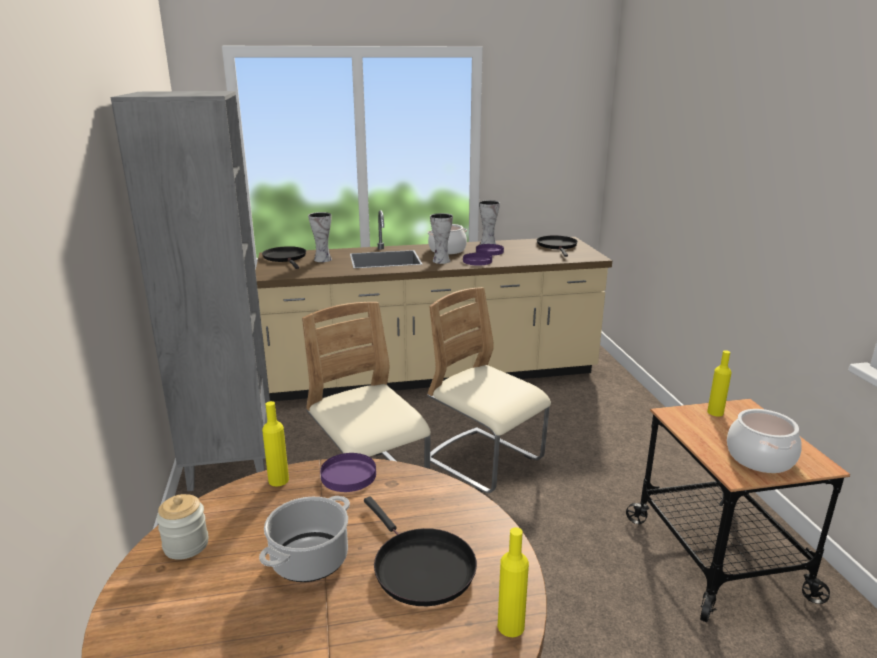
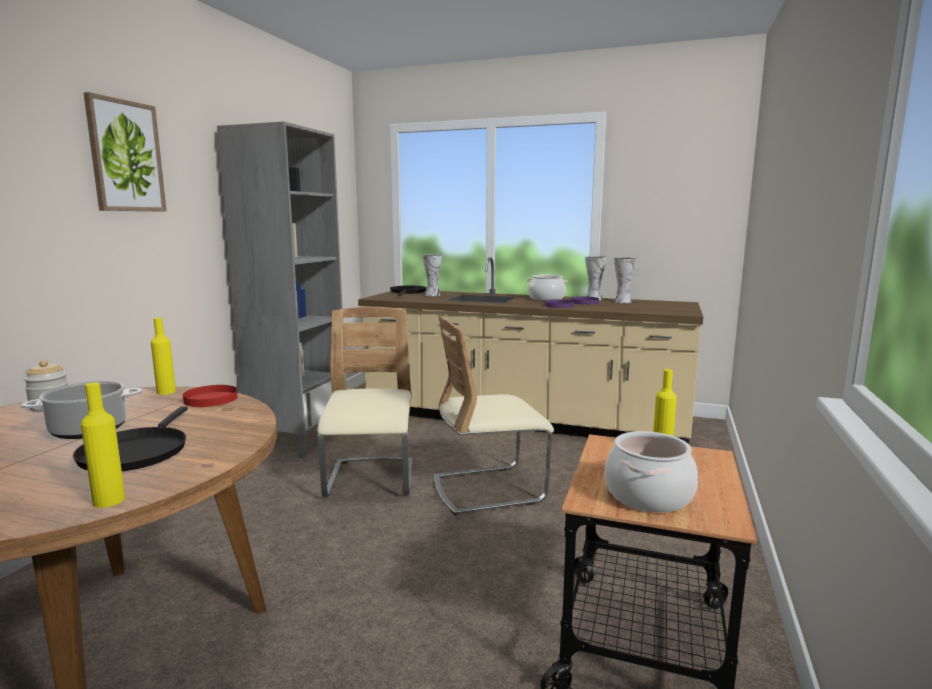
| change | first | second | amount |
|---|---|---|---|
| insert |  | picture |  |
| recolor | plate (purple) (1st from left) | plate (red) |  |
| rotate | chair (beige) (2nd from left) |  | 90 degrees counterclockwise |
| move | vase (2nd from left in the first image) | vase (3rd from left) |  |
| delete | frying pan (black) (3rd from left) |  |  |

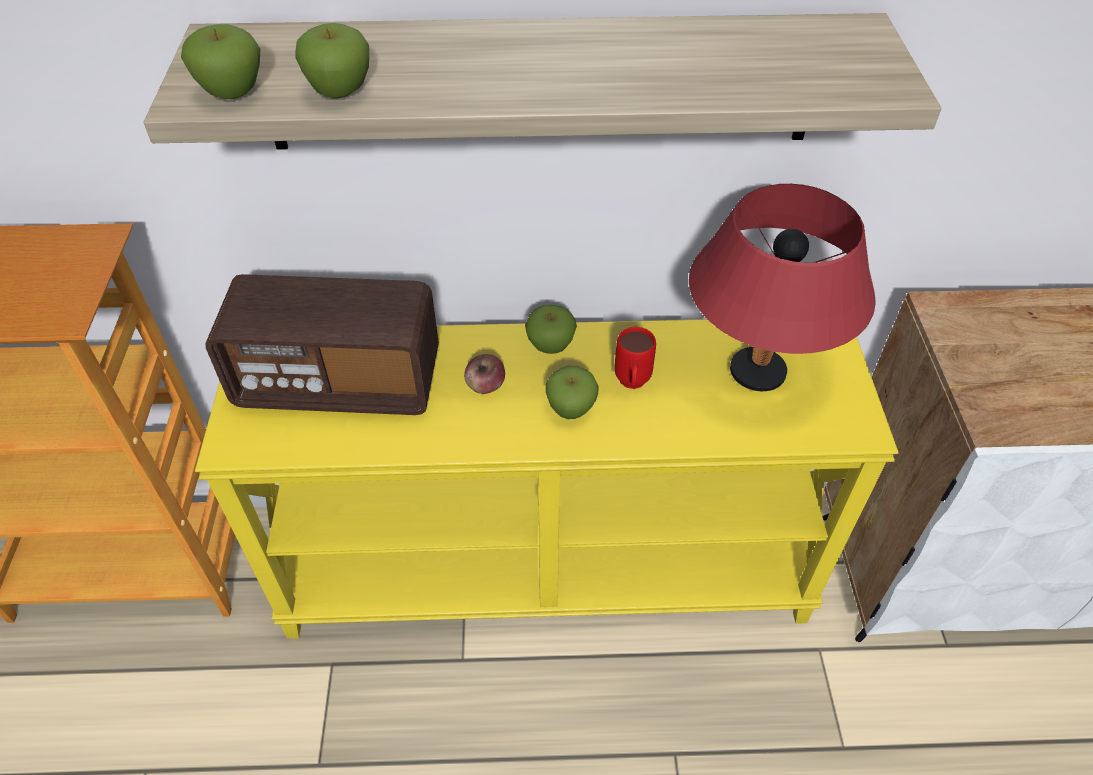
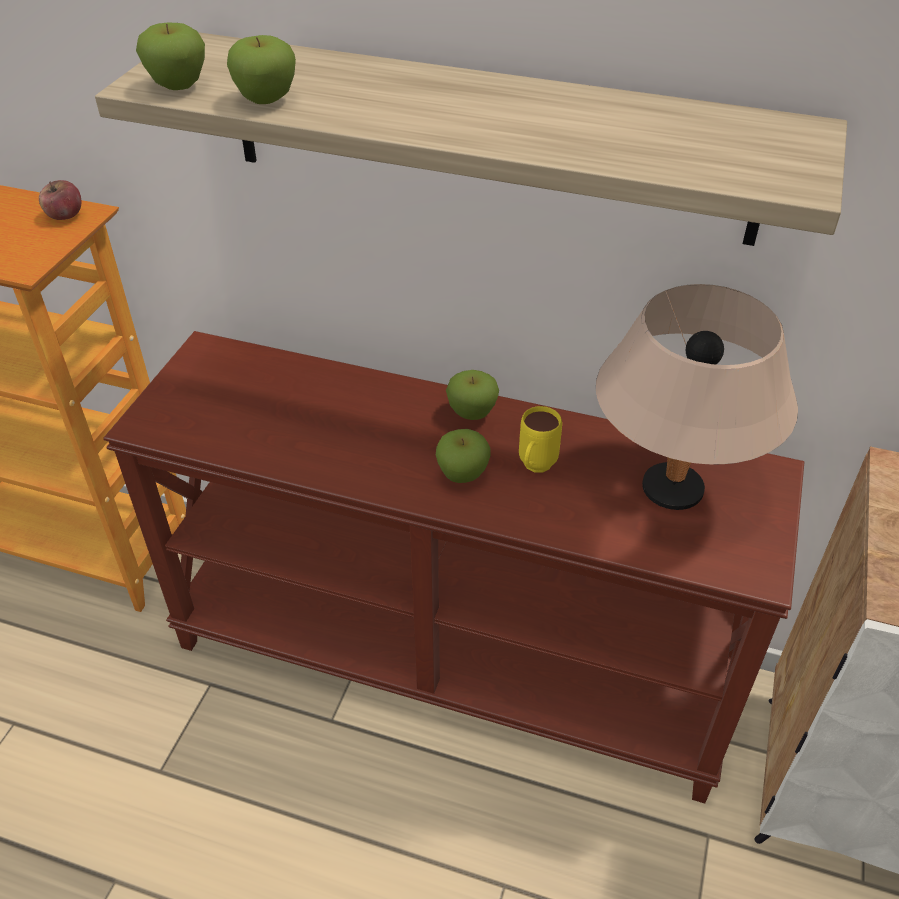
| change | first | second | amount |
|---|---|---|---|
| move | apple (3rd from left in the first image) | apple (1st from left) |  |
| recolor | console table (yellow) | console table (brown) |  |
| recolor | mug (red) | mug (yellow) |  |
| recolor | table lamp (red) | table lamp (beige) |  |
| delete | radio |  |  |

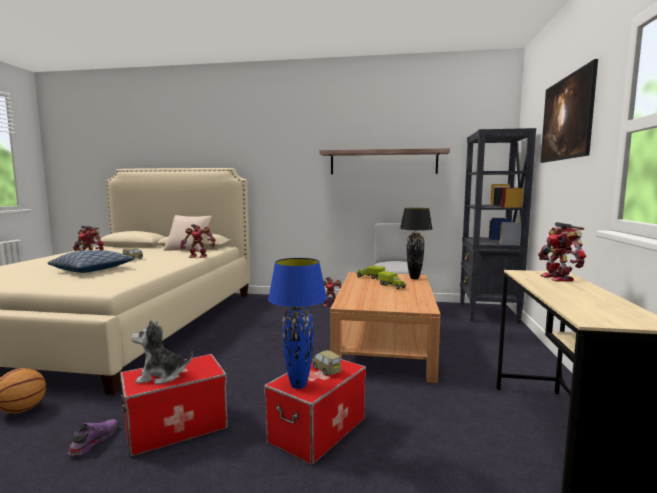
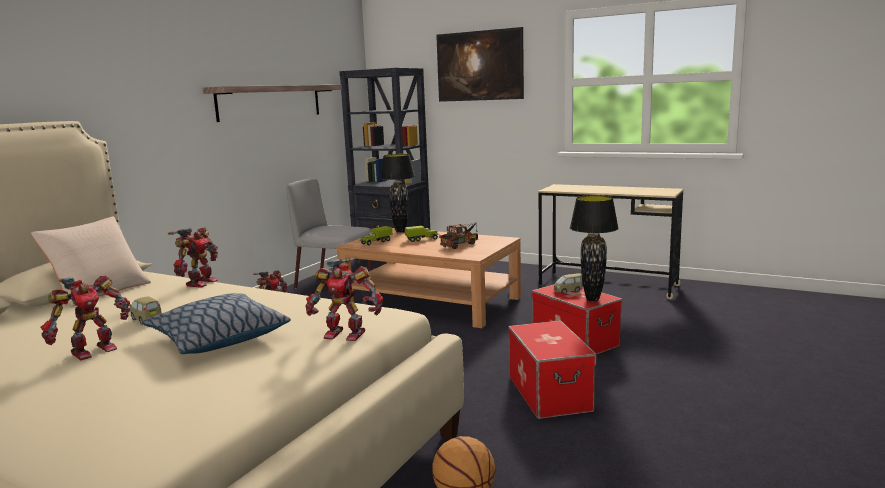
| change | first | second | amount |
|---|---|---|---|
| move | toy robot (4th from left) |  |  |
| insert |  | toy truck (3rd from left) |  |
| recolor | table lamp (blue) | table lamp (black) (2nd from left) |  |
| delete | shoe (purple) |  |  |
| delete | plush toy |  |  |

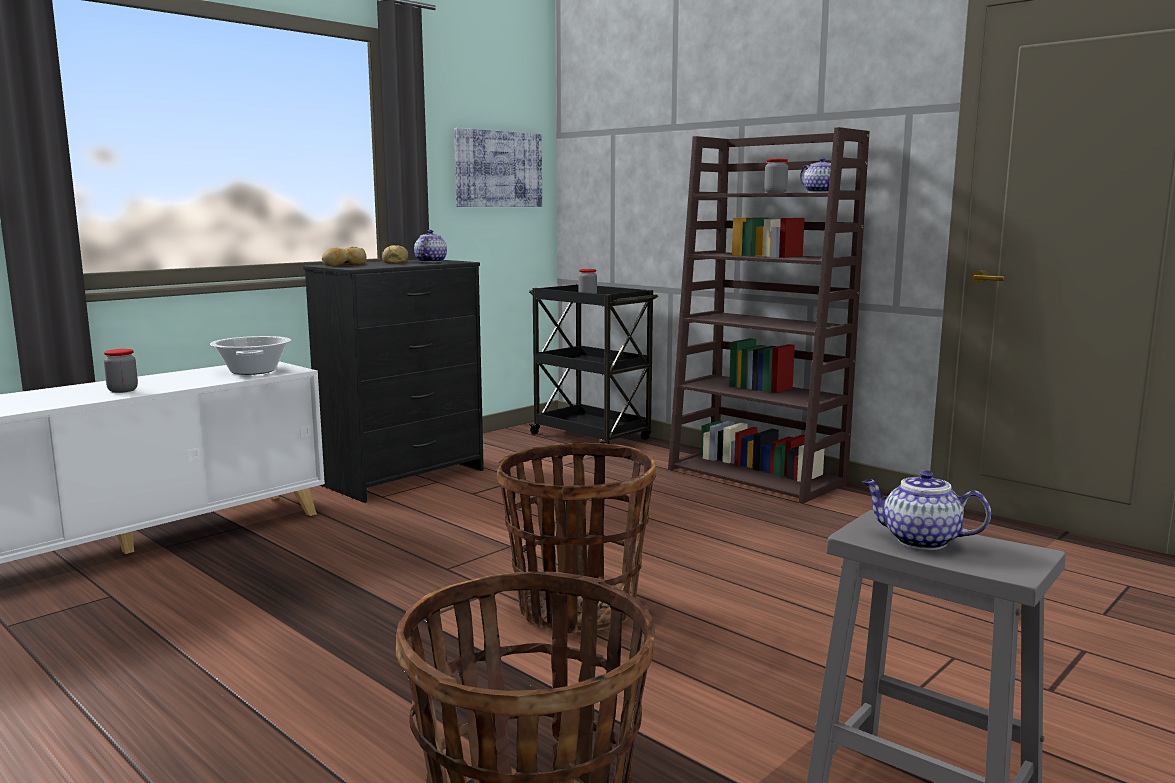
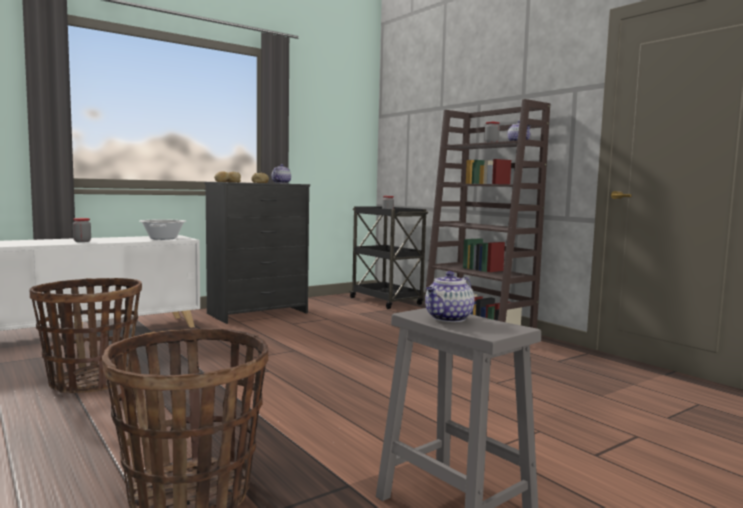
| change | first | second | amount |
|---|---|---|---|
| move | basket (2nd from left in the first image) | basket (1st from left) |  |
| rotate | teapot (3rd from left in the first image) | teapot (2nd from left) | 90 degrees counterclockwise |
| delete | picture |  |  |

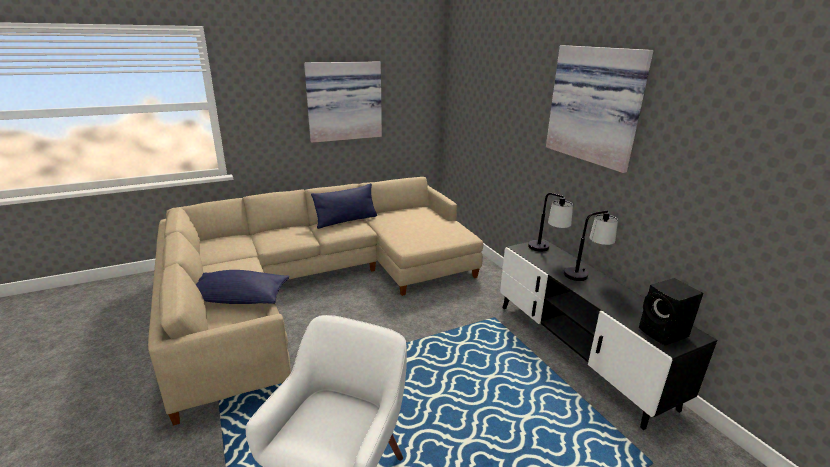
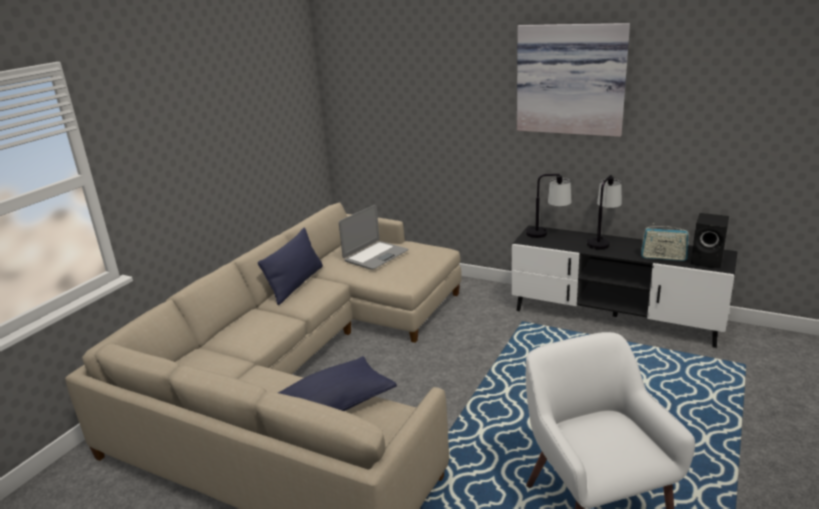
| change | first | second | amount |
|---|---|---|---|
| insert |  | laptop |  |
| insert |  | radio |  |
| delete | picture (1st from left) |  |  |

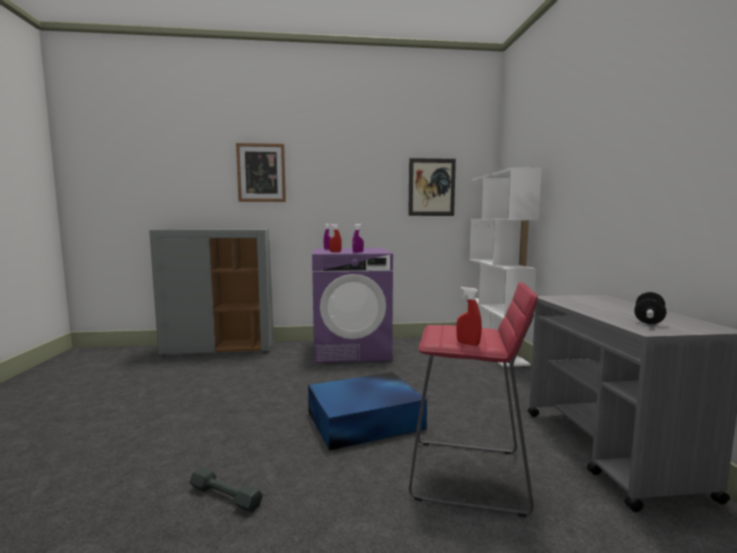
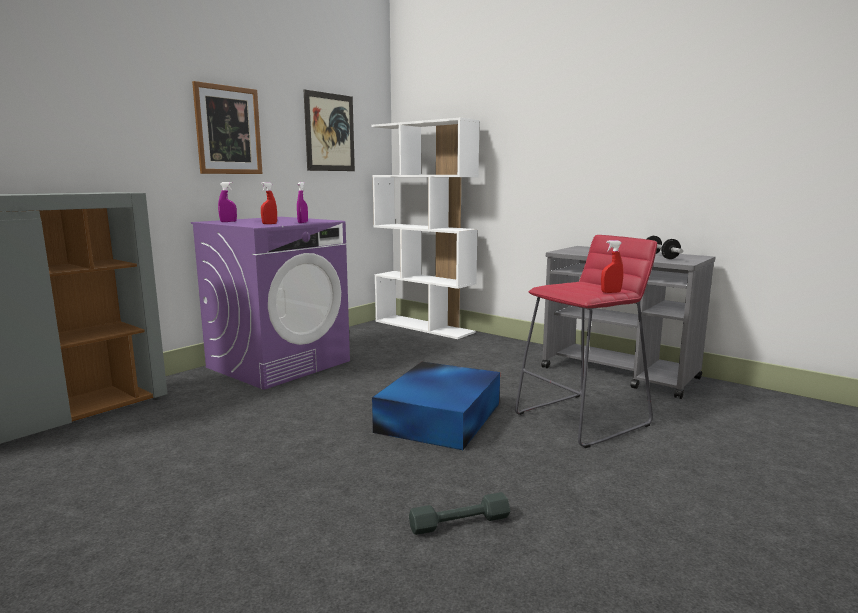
| change | first | second | amount |
|---|---|---|---|
| move | picture (1st from left) |  |  |

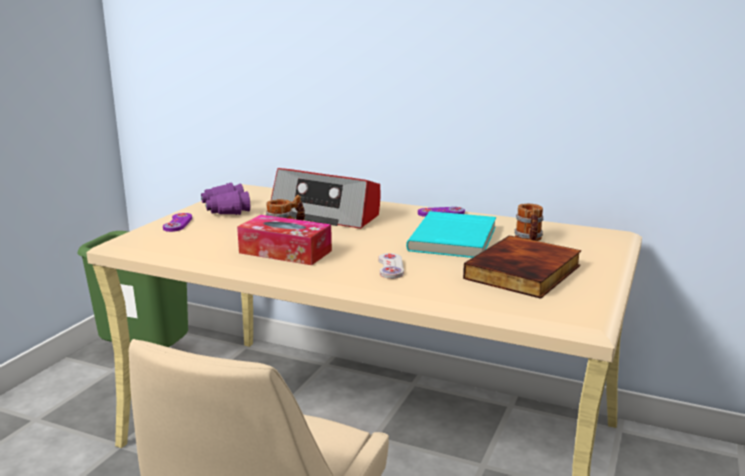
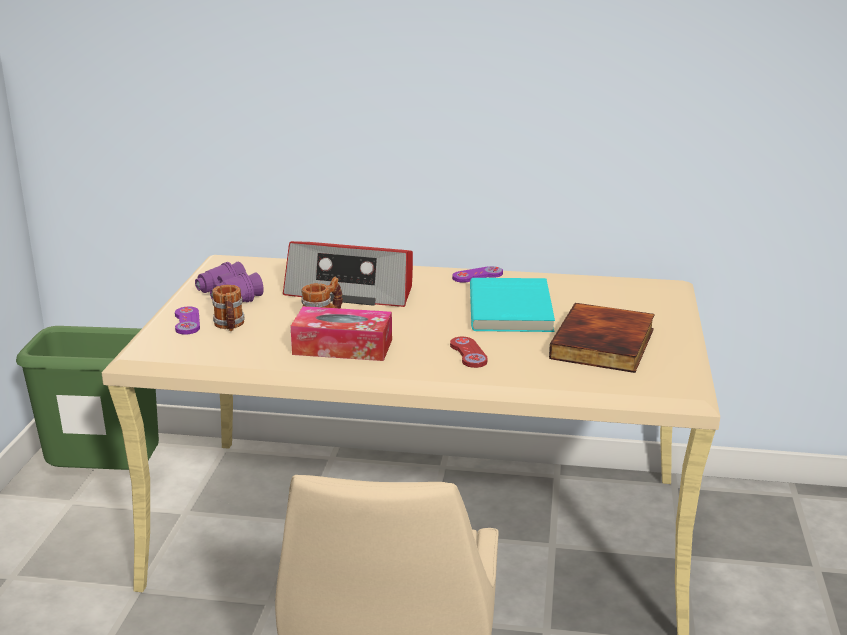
| change | first | second | amount |
|---|---|---|---|
| move | mug (2nd from left in the first image) | mug (1st from left) |  |
| recolor | game controller (white) | game controller (red) |  |

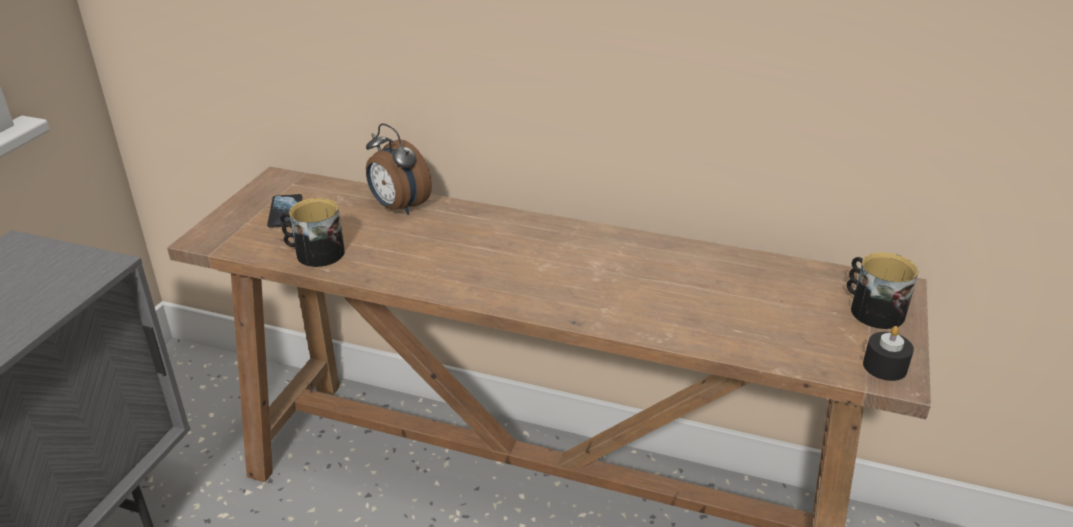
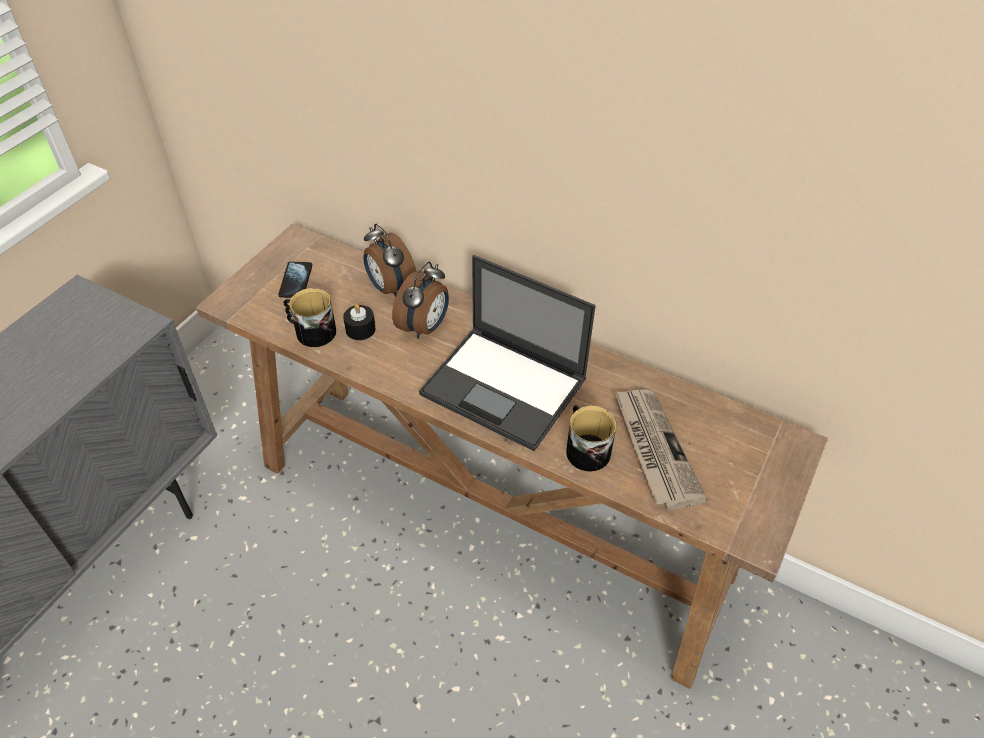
| change | first | second | amount |
|---|---|---|---|
| move | candle (black) |  |  |
| insert |  | alarm clock (2nd from left) |  |
| insert |  | laptop |  |
| move | mug (2nd from left) |  |  |
| insert |  | newspaper |  |

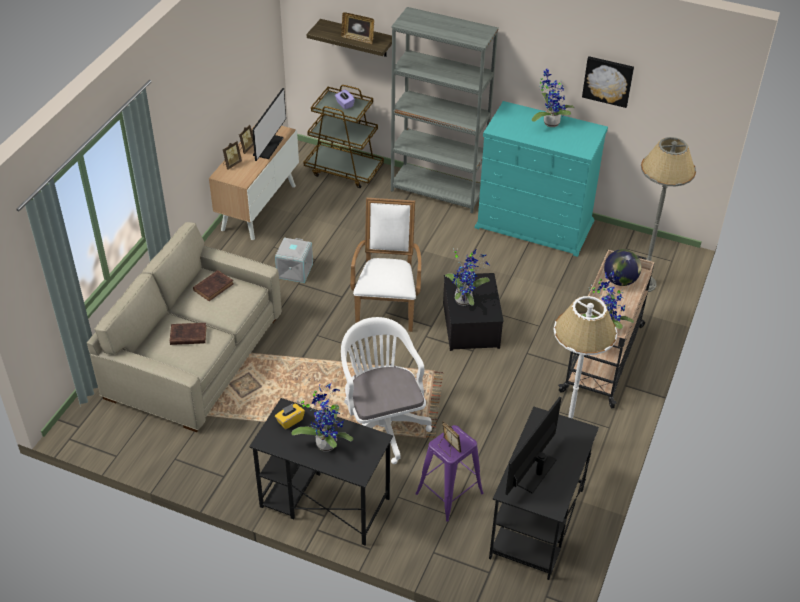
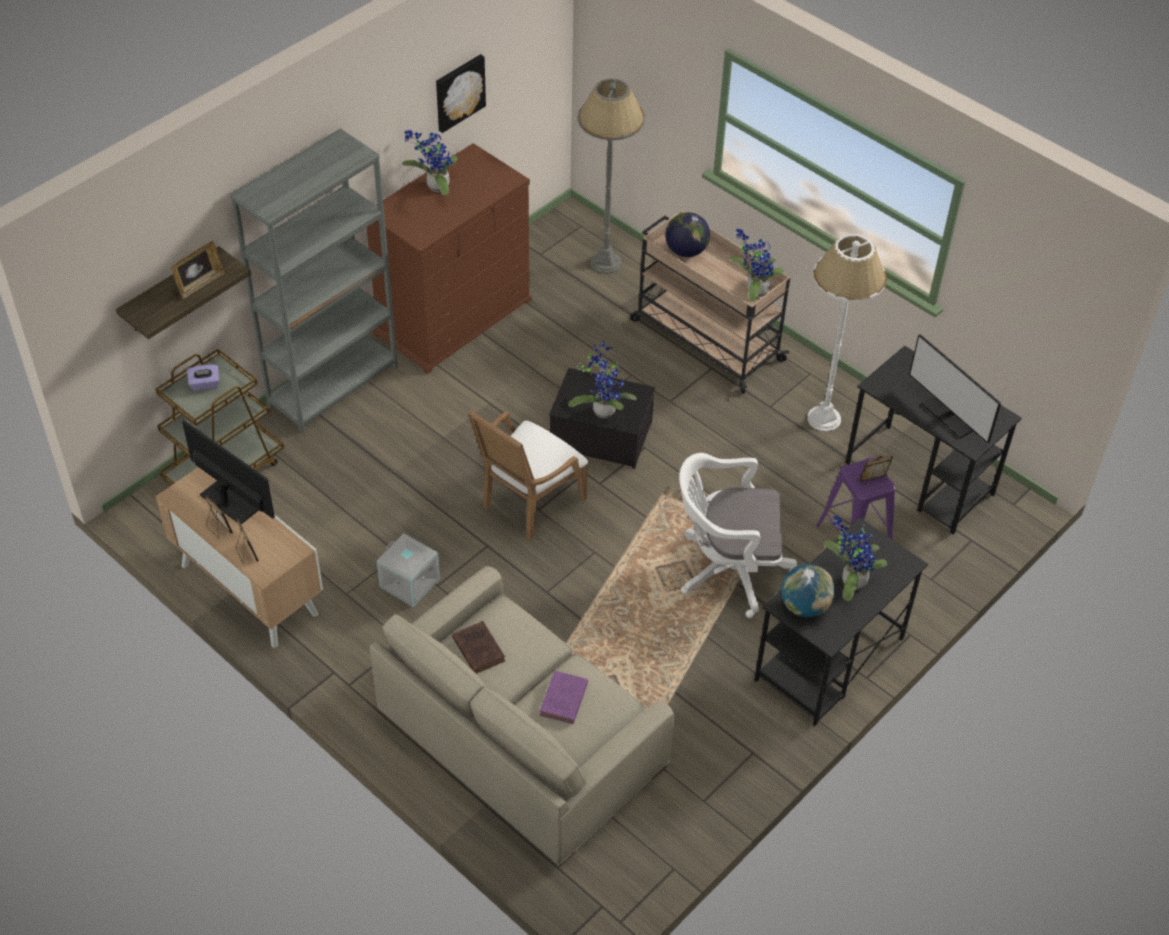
| change | first | second | amount |
|---|---|---|---|
| recolor | dresser (turquoise) | dresser (brown) |  |
| rotate | armchair (white) |  | 75 degrees counterclockwise |
| recolor | book (brown) (1st from left) | book (purple) |  |
| replace | tissue box (yellow) | globe (2nd from left) |  |

